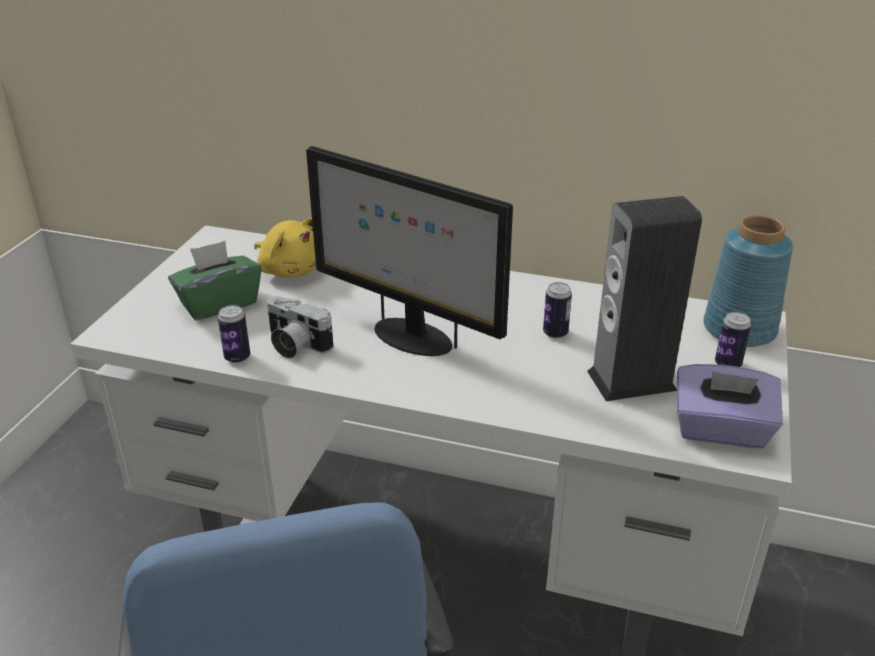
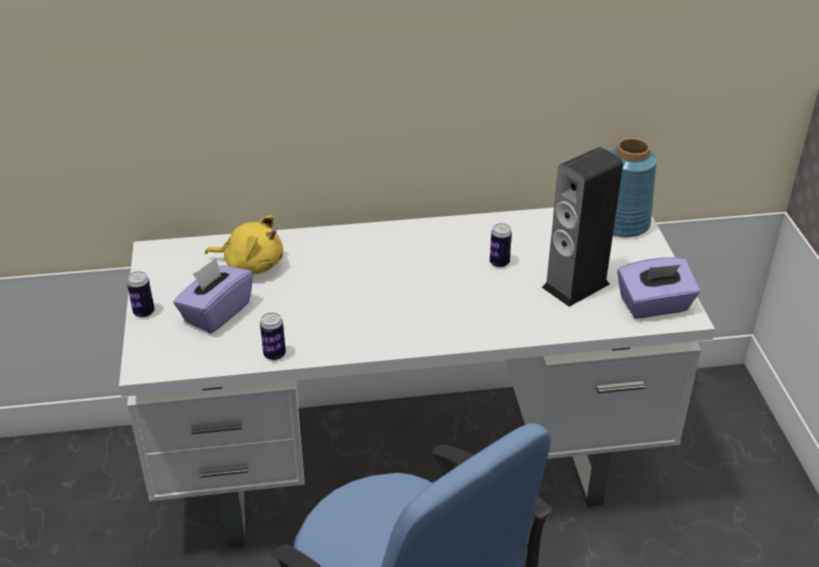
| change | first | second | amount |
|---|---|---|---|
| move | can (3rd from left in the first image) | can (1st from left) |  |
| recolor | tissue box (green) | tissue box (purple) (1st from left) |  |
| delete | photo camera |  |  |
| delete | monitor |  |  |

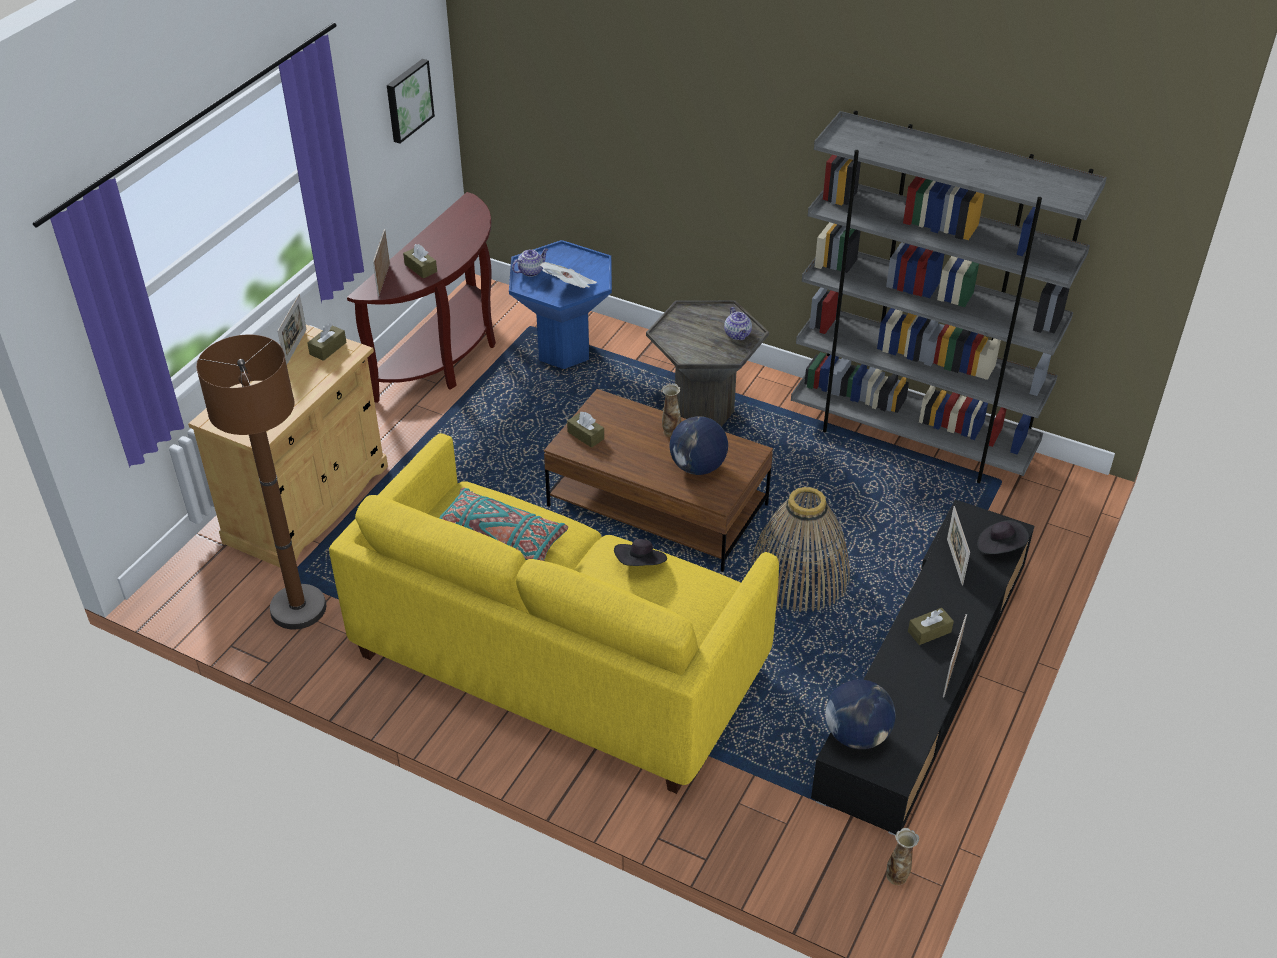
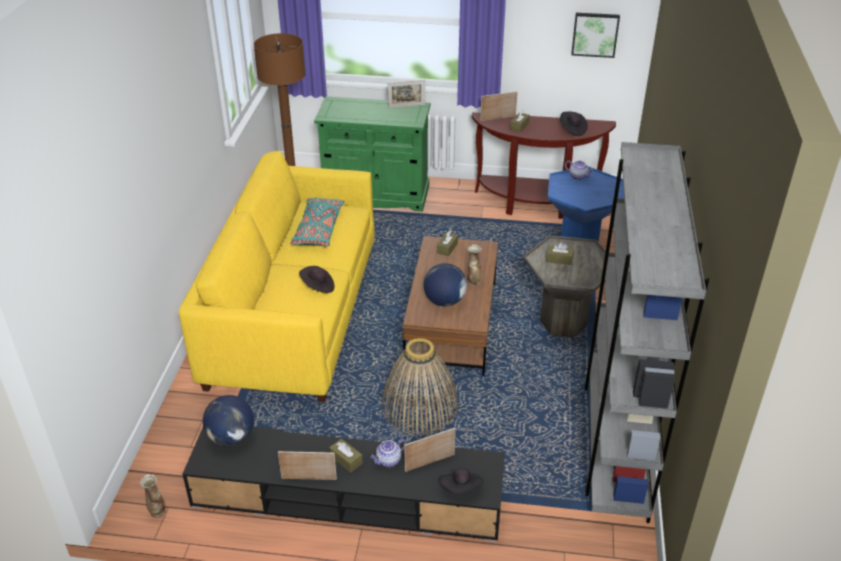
| change | first | second | amount |
|---|---|---|---|
| recolor | cabinet (beige) | cabinet (green) |  |
| move | teapot (2nd from left in the first image) | teapot (1st from left) |  |
| move | tissue box (brown) (1st from left in the first image) | tissue box (brown) (4th from left) |  |
| insert |  | hat (black) (3rd from left) |  |
| delete | newspaper |  |  |

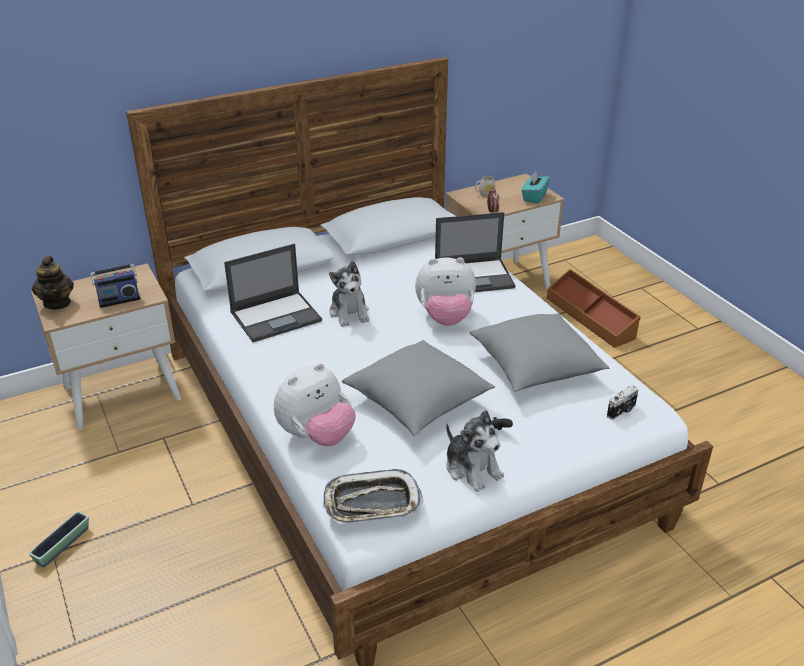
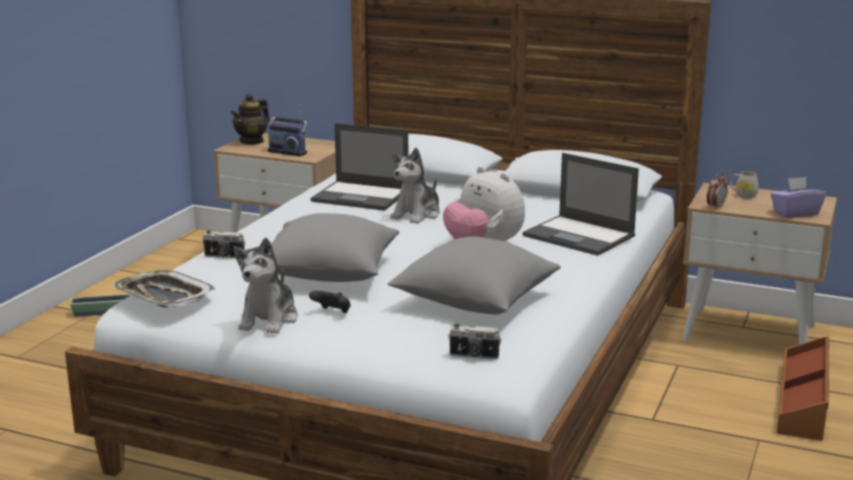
| change | first | second | amount |
|---|---|---|---|
| replace | plush toy (1st from left) | photo camera (1st from left) |  |
| recolor | tissue box (turquoise) | tissue box (purple) |  |

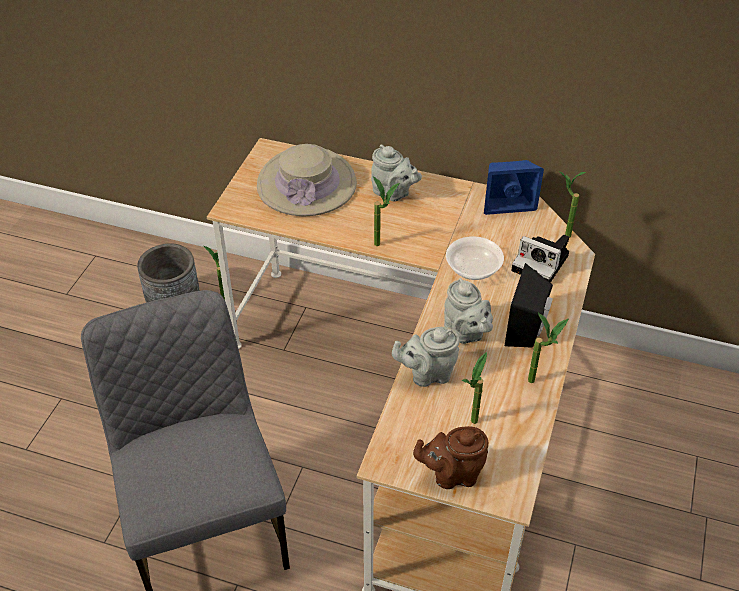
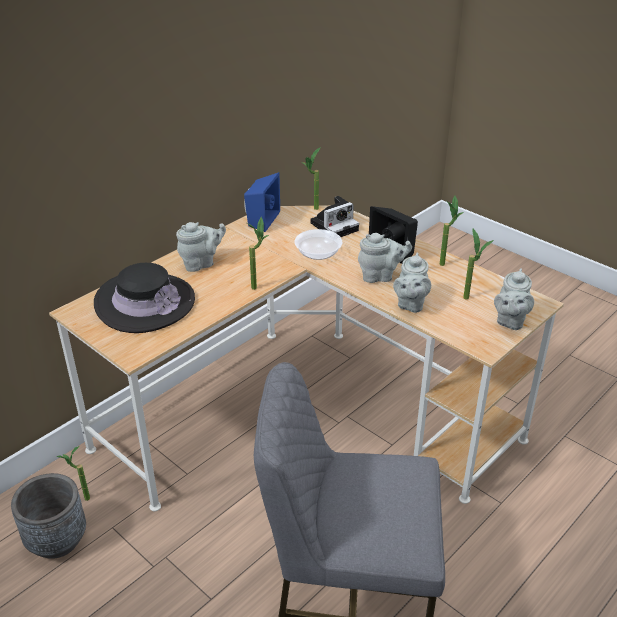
| change | first | second | amount |
|---|---|---|---|
| recolor | hat (beige) | hat (black) |  |
| recolor | teapot (brown) | teapot (grey) (4th from left) |  |

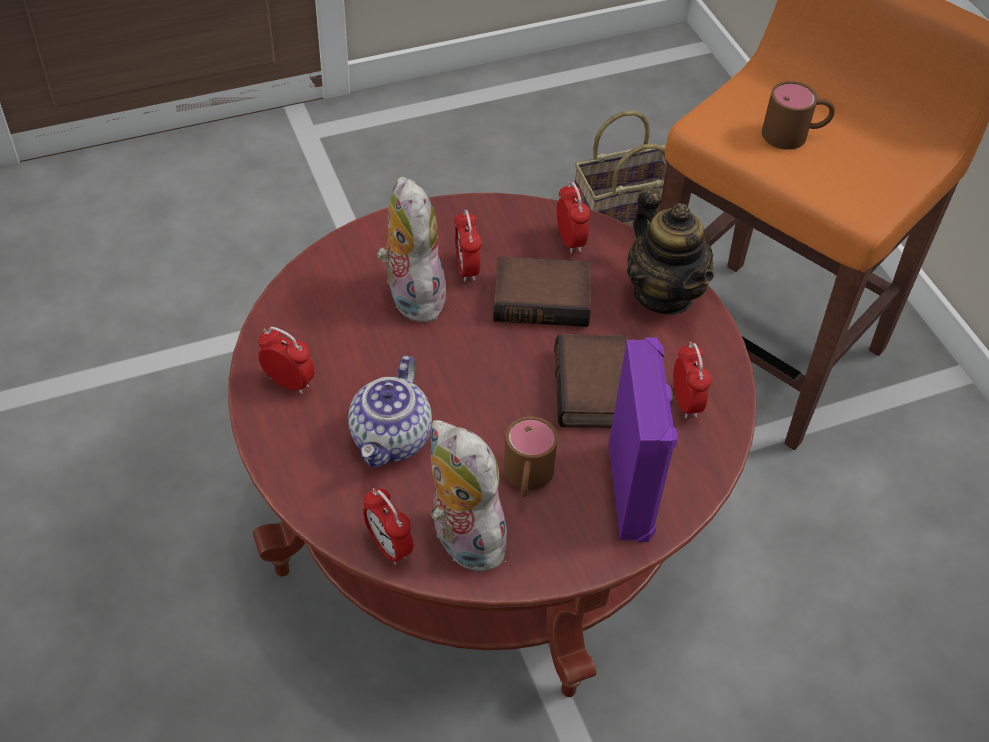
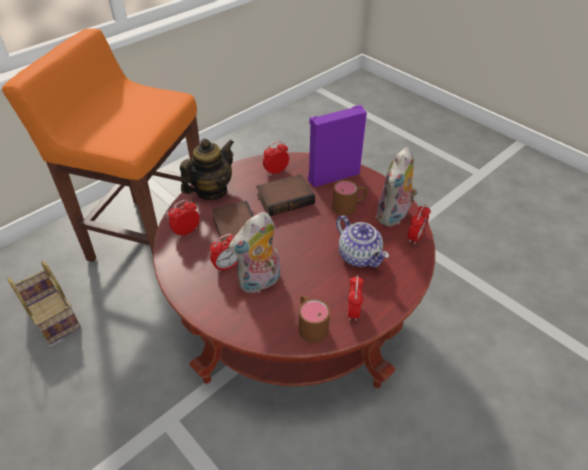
| change | first | second | amount |
|---|---|---|---|
| move | mug (brown) (2nd from left in the first image) | mug (brown) (1st from left) |  |
| rotate | teapot (1st from left in the first image) | teapot (2nd from left) | 60 degrees clockwise |

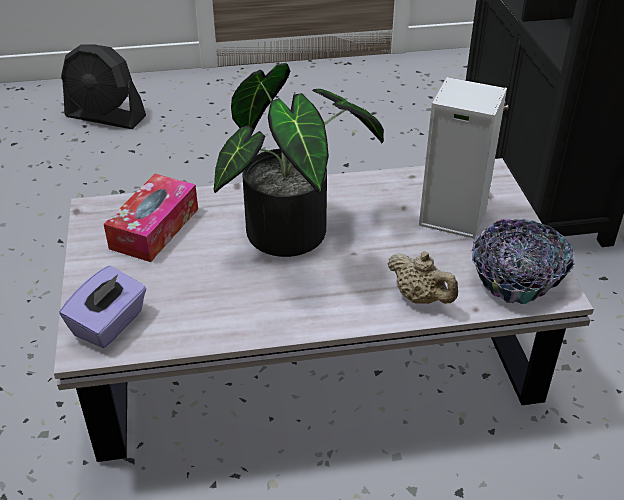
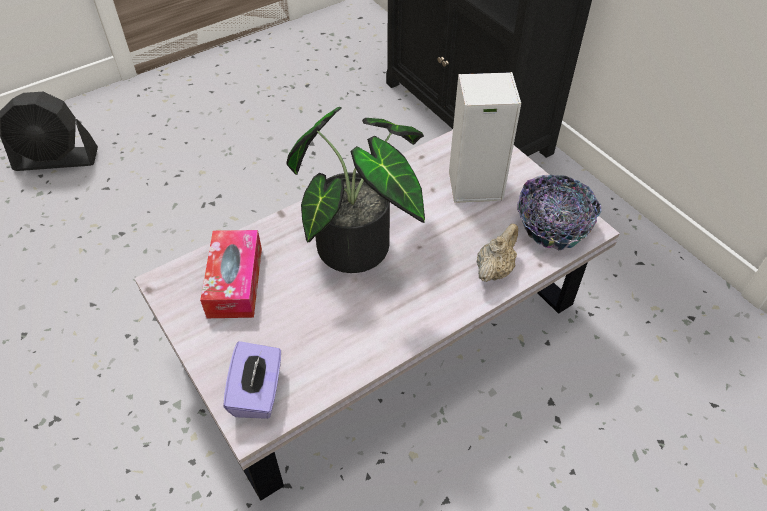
| change | first | second | amount |
|---|---|---|---|
| rotate | teapot (beige) |  | 75 degrees counterclockwise |

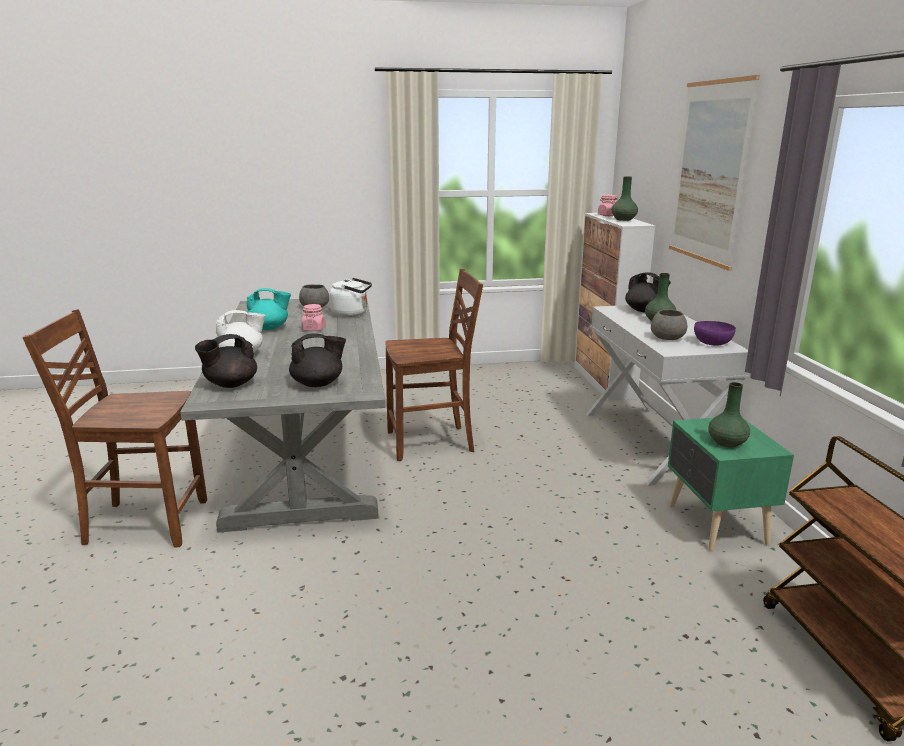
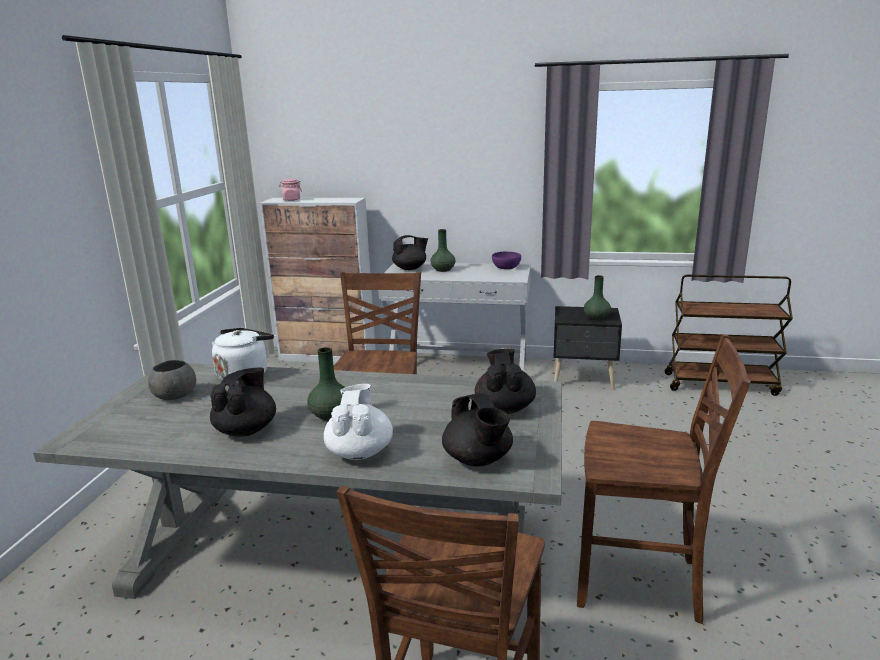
| change | first | second | amount |
|---|---|---|---|
| recolor | teapot (turquoise) | teapot (black) (1st from left) |  |
| move | vase (green) (1st from left) |  |  |
| recolor | nightstand (green) | nightstand (black) |  |
| insert |  | chair (brown) (3rd from left) |  |
| delete | jar (pink) (1st from left) |  |  |
| delete | bowl (grey) (2nd from left) |  |  |
| delete | picture |  |  |

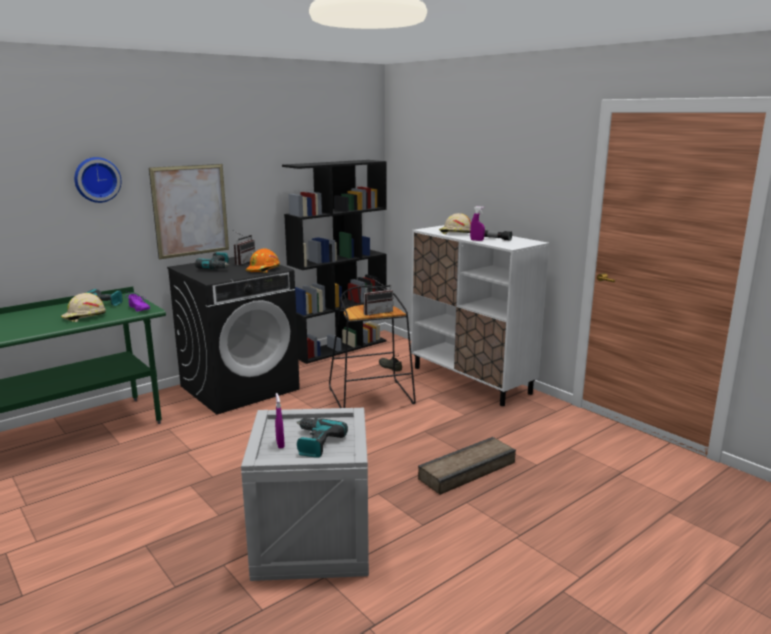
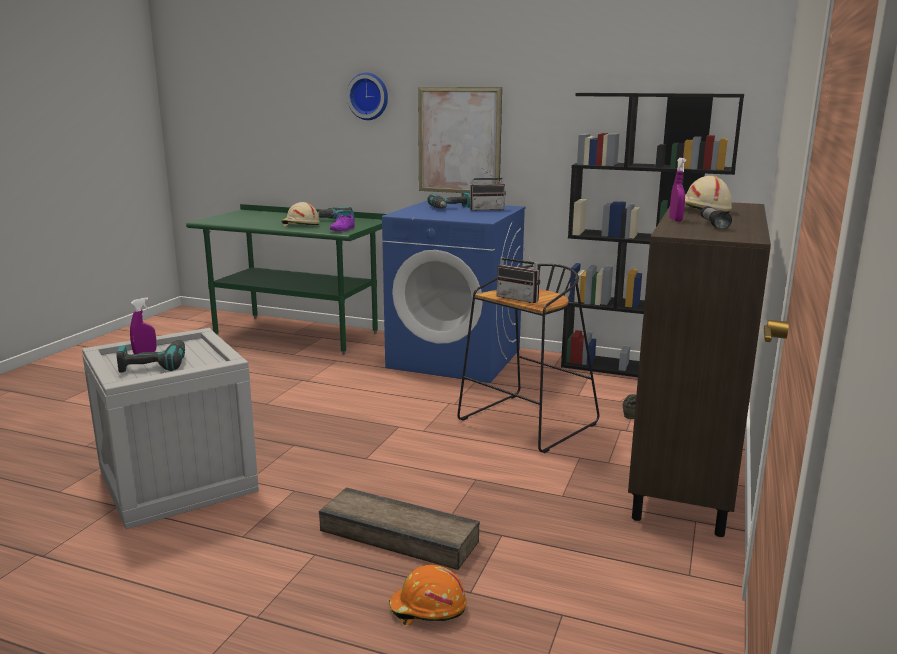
| change | first | second | amount |
|---|---|---|---|
| recolor | washing machine (black) | washing machine (blue) |  |
| move | hard hat (orange) |  |  |
| recolor | cabinet (white) | cabinet (brown) |  |

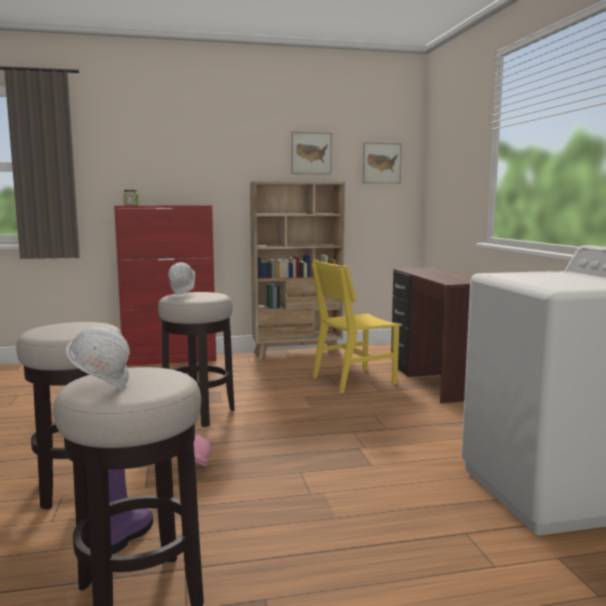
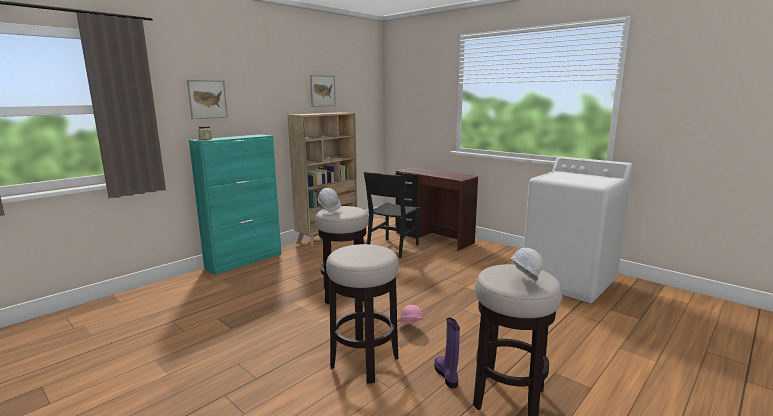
| change | first | second | amount |
|---|---|---|---|
| move | picture (2nd from left in the first image) | picture (1st from left) |  |
| recolor | cabinet (red) | cabinet (turquoise) |  |
| recolor | chair (yellow) | chair (black) |  |

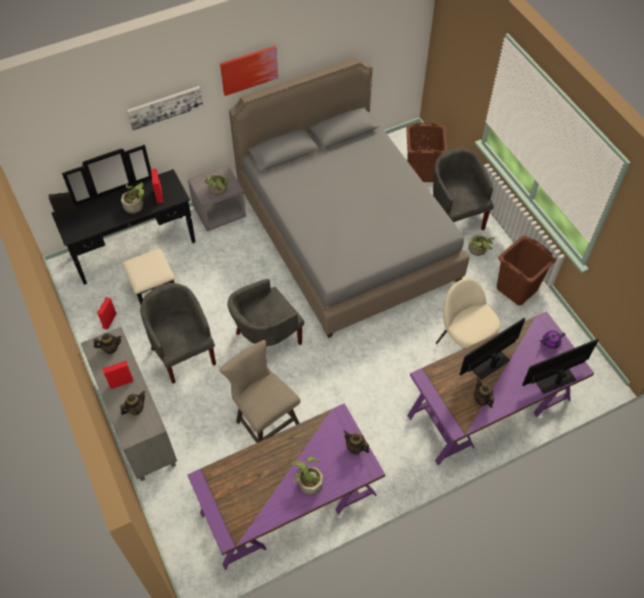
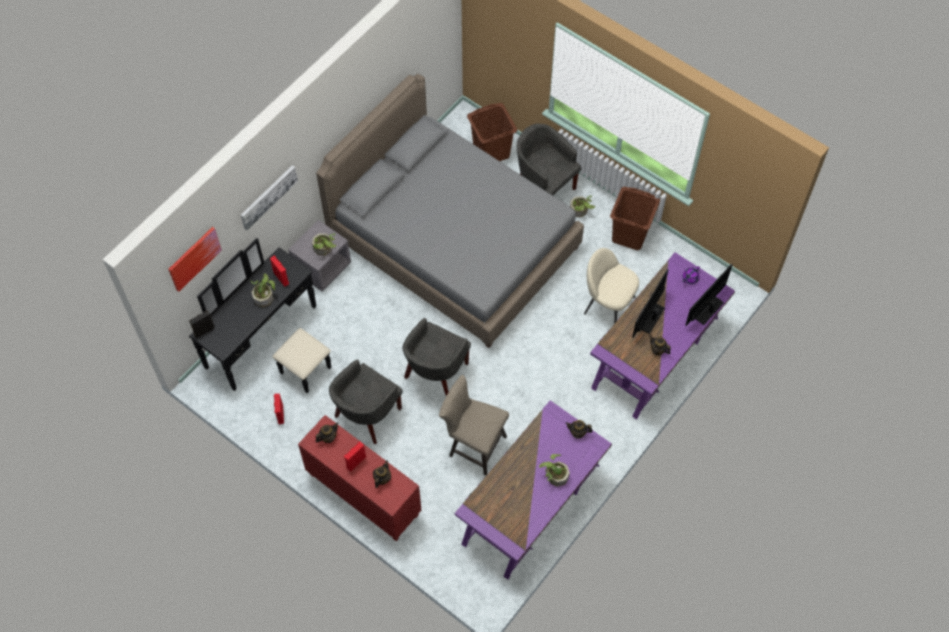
| change | first | second | amount |
|---|---|---|---|
| move | picture (2nd from left in the first image) | picture (1st from left) |  |
| recolor | cabinet (grey) | cabinet (red) |  |
| rotate | armchair (grey) (1st from left) |  | 90 degrees counterclockwise |

